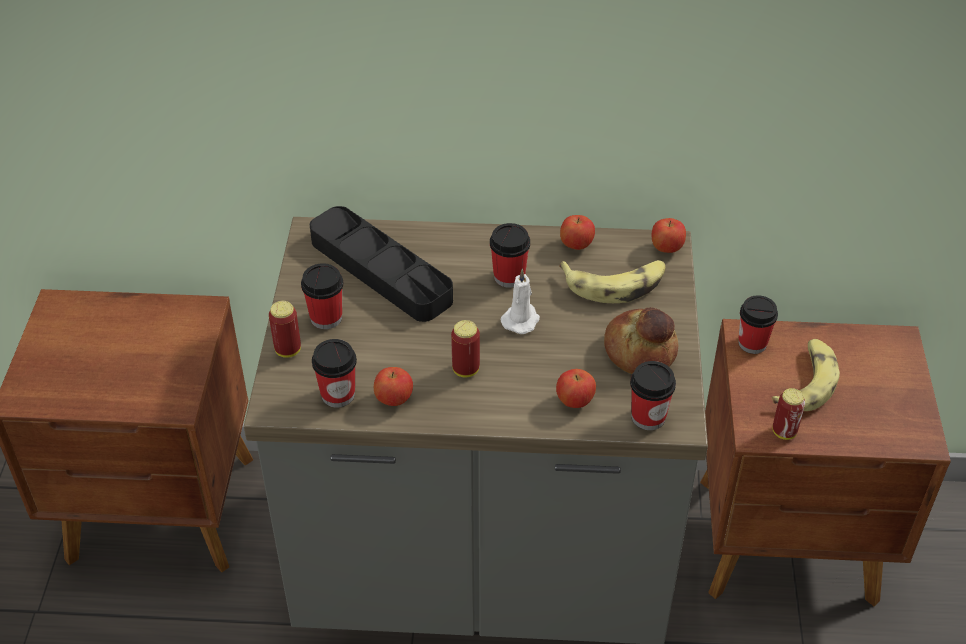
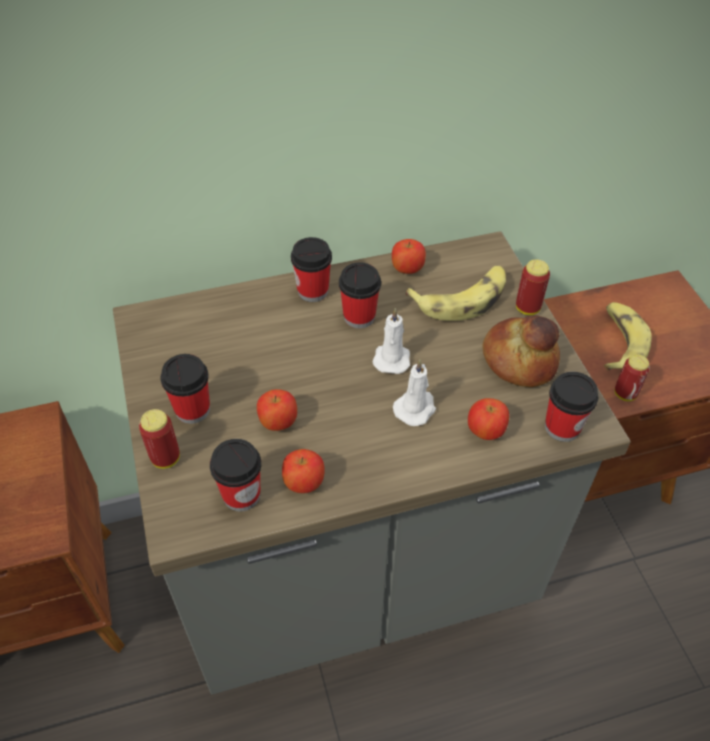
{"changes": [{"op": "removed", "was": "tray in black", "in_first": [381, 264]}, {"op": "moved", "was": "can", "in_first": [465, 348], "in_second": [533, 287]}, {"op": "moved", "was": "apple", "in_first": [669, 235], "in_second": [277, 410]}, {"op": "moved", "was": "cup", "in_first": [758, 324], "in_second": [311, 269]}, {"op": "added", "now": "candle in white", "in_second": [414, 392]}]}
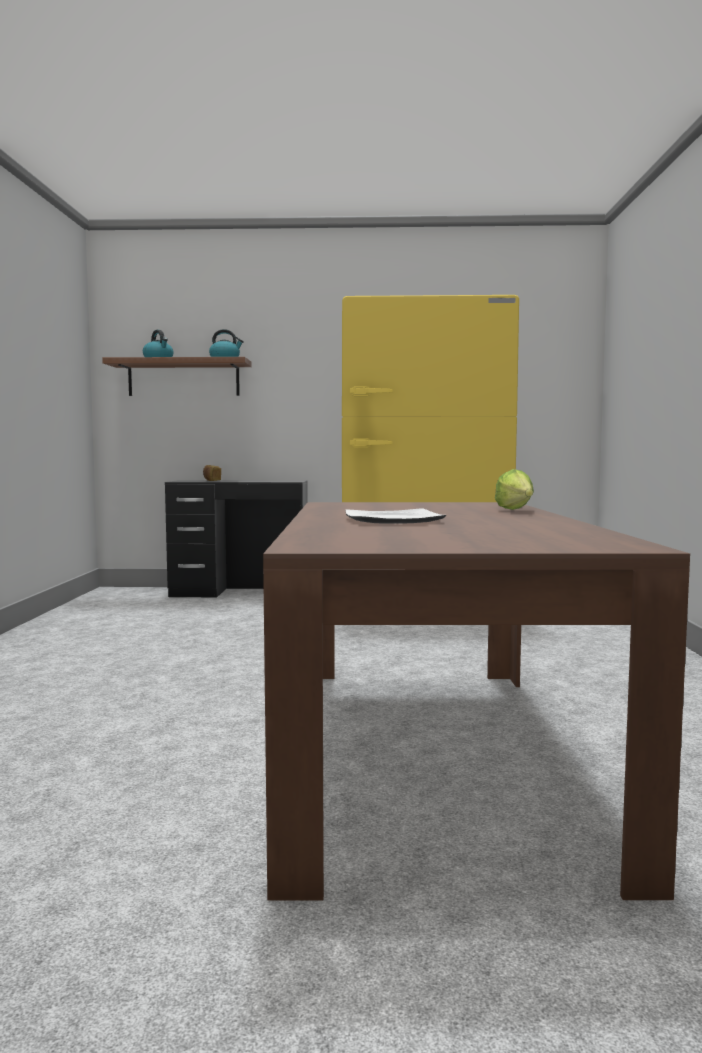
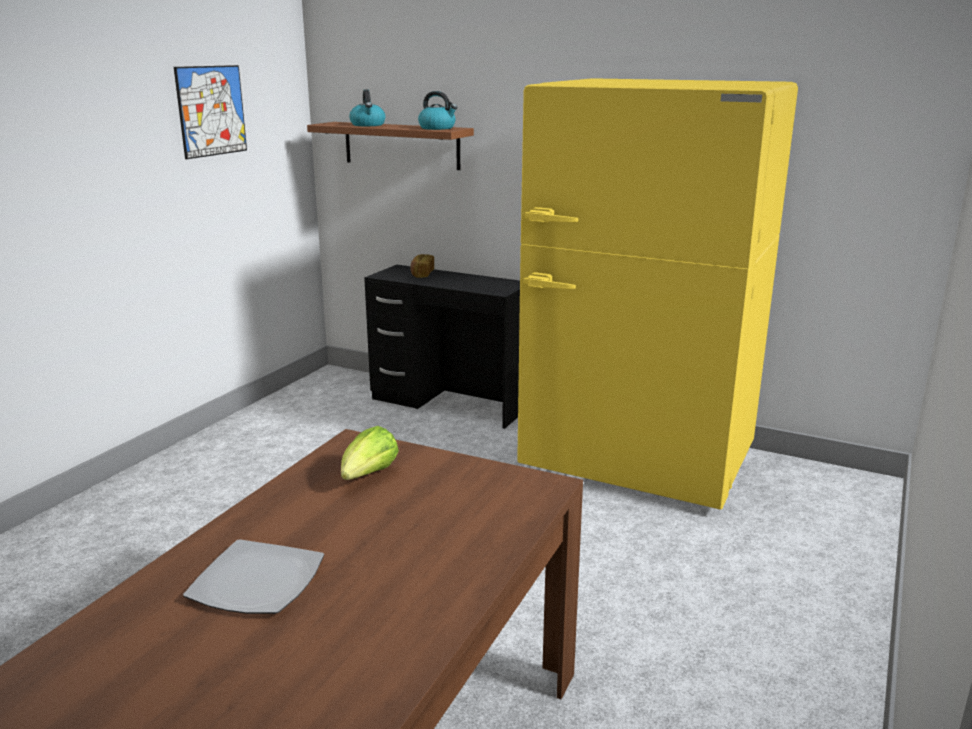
{"changes": [{"op": "moved", "was": "lettuce", "in_first": [514, 489], "in_second": [370, 453]}, {"op": "added", "now": "picture", "in_second": [210, 112]}]}
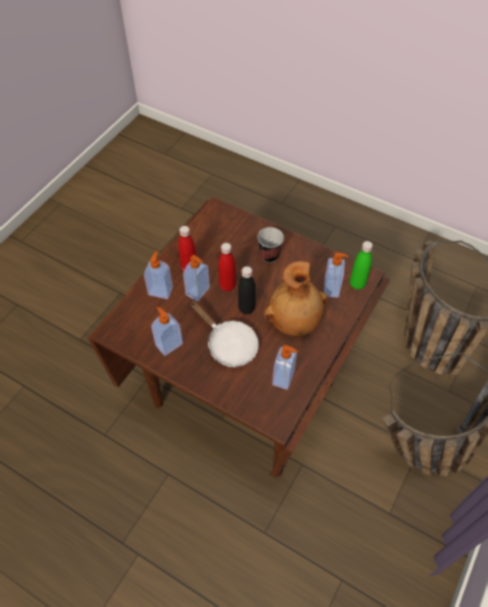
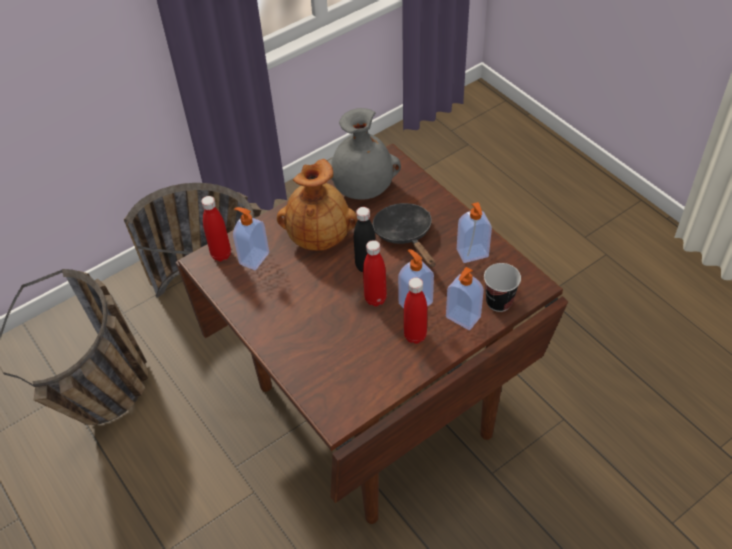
{"changes": [{"op": "recoloured", "was": "frying pan in white", "now": "frying pan in black", "in_first": [224, 334], "in_second": [404, 235]}, {"op": "moved", "was": "cup", "in_first": [270, 245], "in_second": [502, 287]}, {"op": "replaced", "was": "soap dispenser", "now": "vase in grey", "in_first": [285, 367], "in_second": [364, 154]}, {"op": "recoloured", "was": "bottle in green", "now": "bottle in red", "in_first": [361, 265], "in_second": [216, 228]}]}
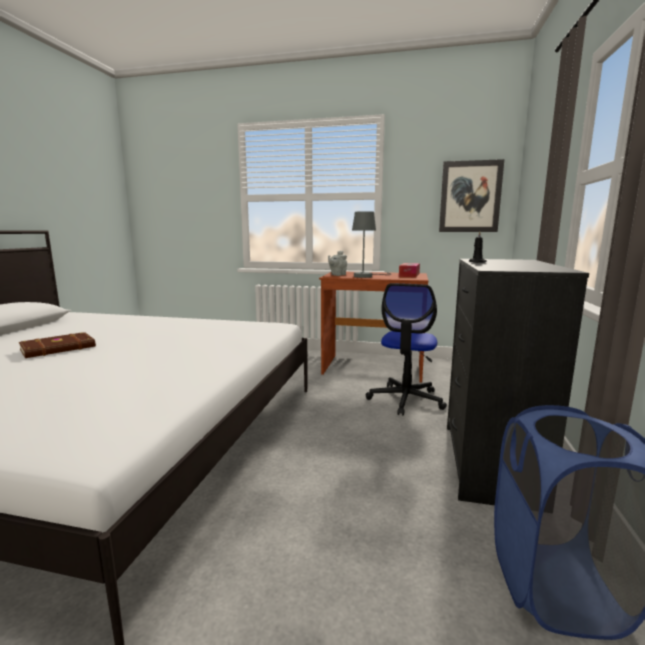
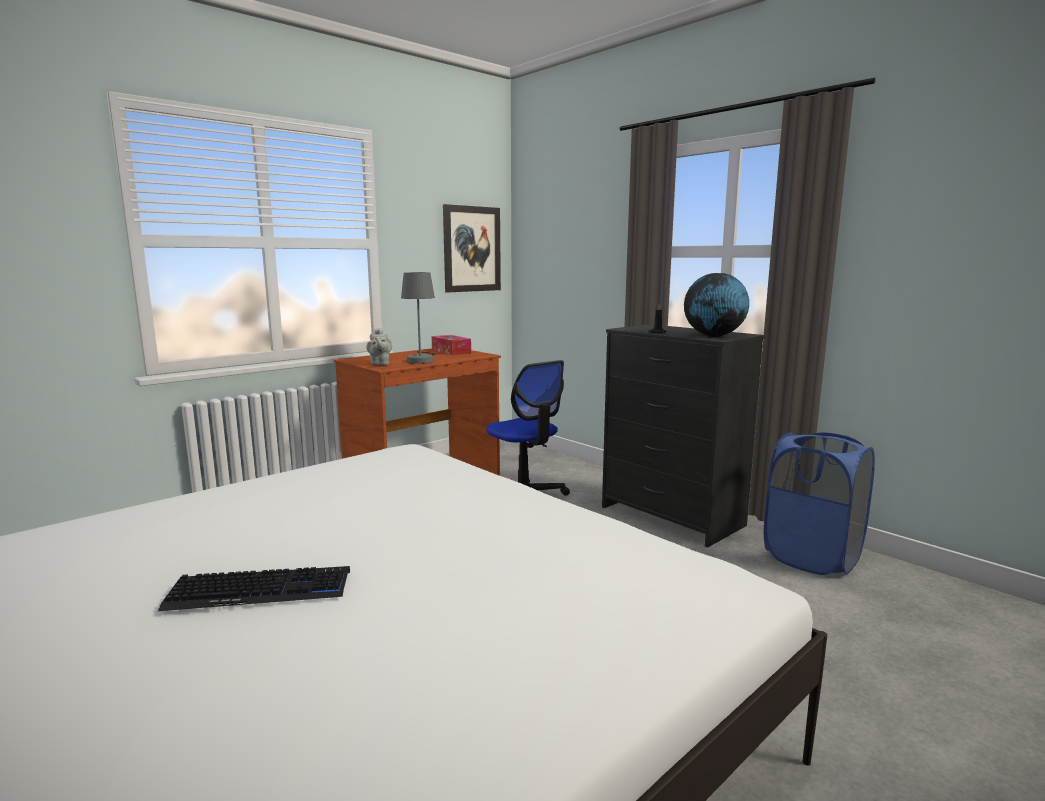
{"changes": [{"op": "replaced", "was": "book in brown", "now": "keyboard", "in_first": [57, 345], "in_second": [254, 588]}, {"op": "added", "now": "globe", "in_second": [716, 305]}]}
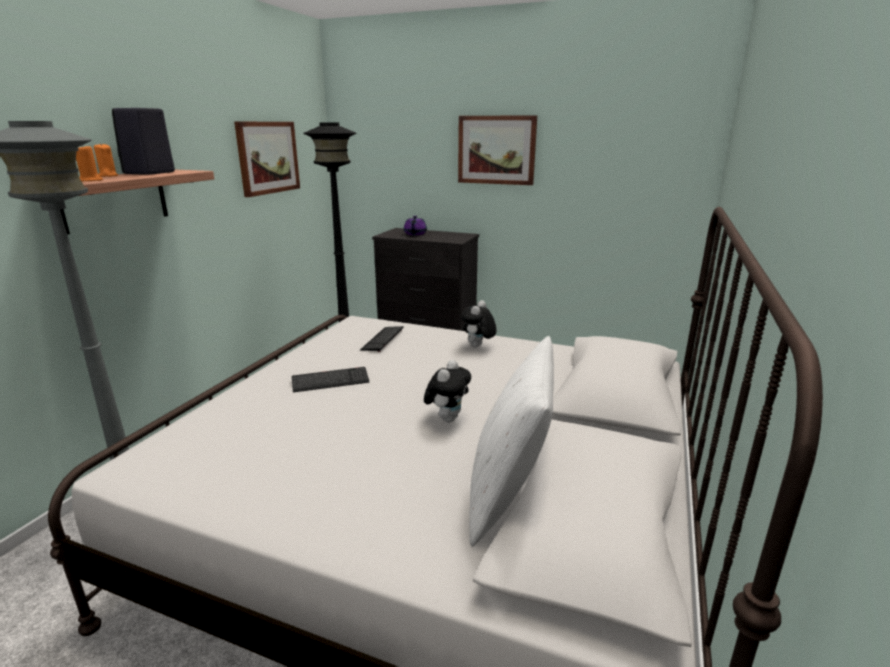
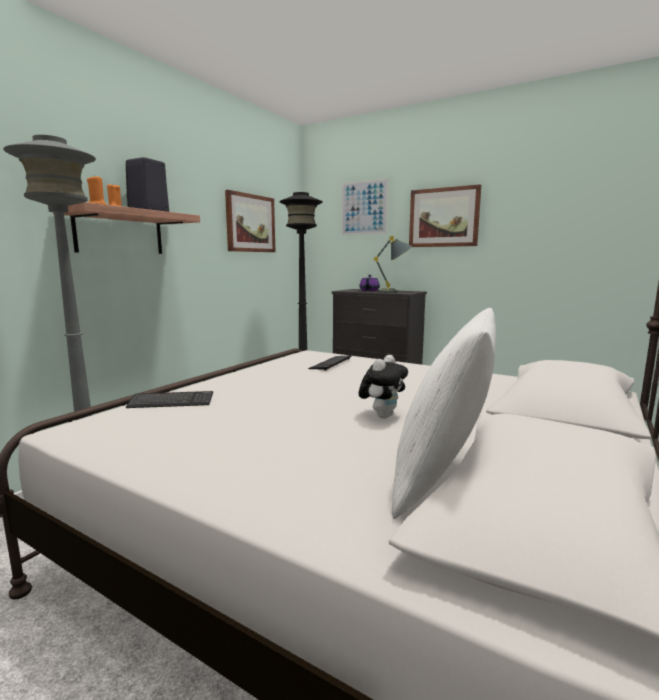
{"changes": [{"op": "moved", "was": "keyboard", "in_first": [330, 379], "in_second": [169, 399]}, {"op": "removed", "was": "plush toy", "in_first": [479, 323]}, {"op": "added", "now": "picture", "in_second": [364, 206]}, {"op": "added", "now": "table lamp in grey", "in_second": [393, 264]}]}
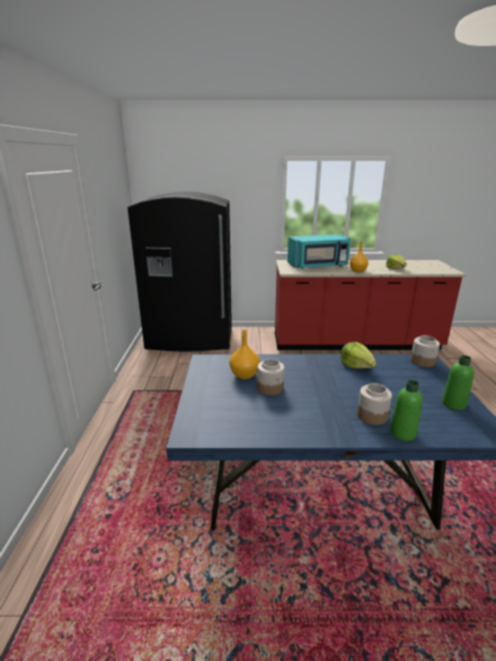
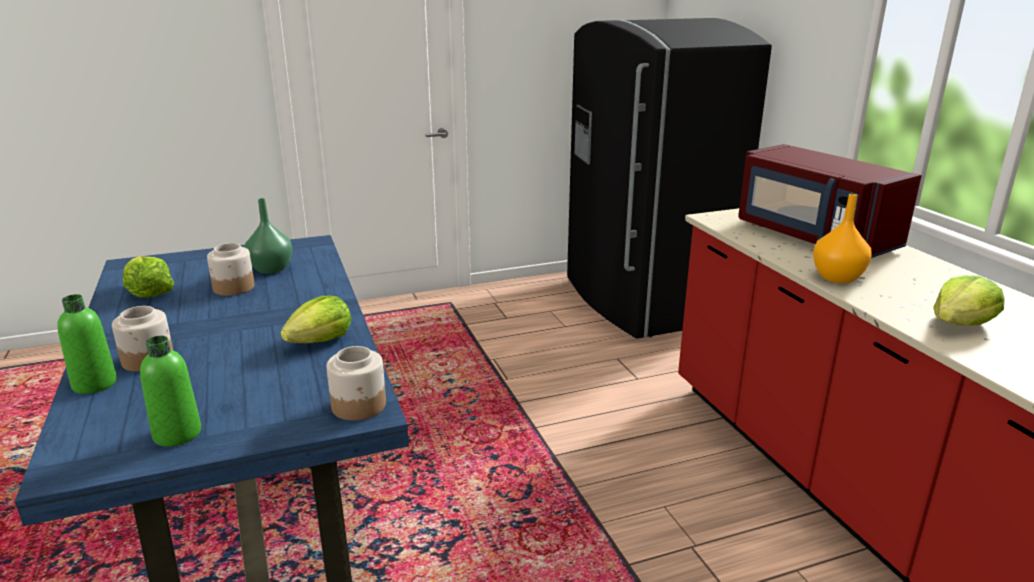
{"changes": [{"op": "recoloured", "was": "vase in orange", "now": "vase in green", "in_first": [244, 354], "in_second": [268, 236]}, {"op": "recoloured", "was": "microwave in turquoise", "now": "microwave in red", "in_first": [319, 251], "in_second": [830, 201]}, {"op": "added", "now": "lettuce", "in_second": [148, 277]}]}
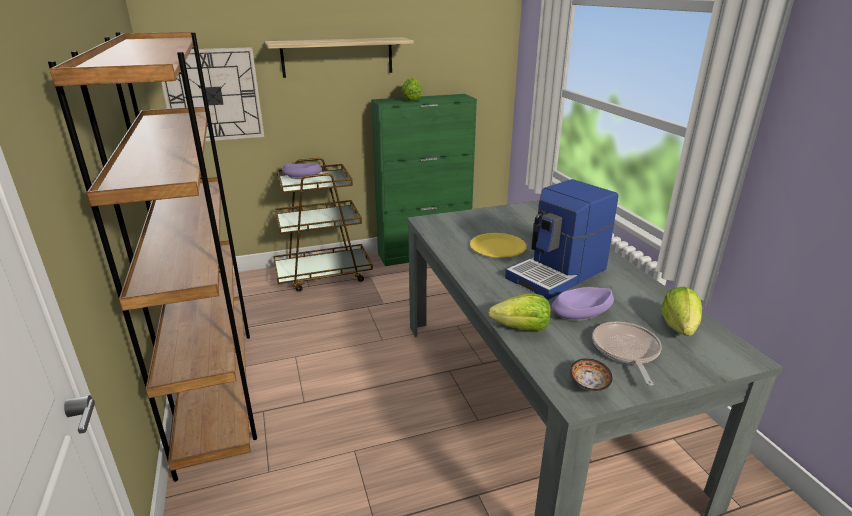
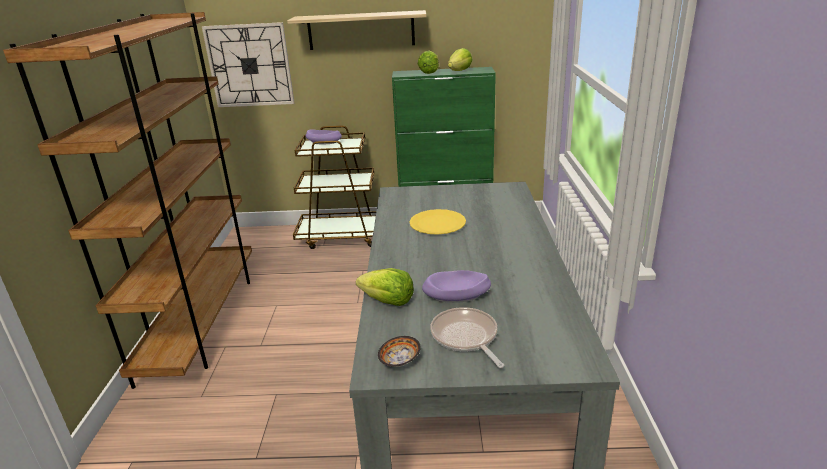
{"changes": [{"op": "removed", "was": "coffee machine", "in_first": [561, 239]}, {"op": "turned", "was": "frying pan", "in_first": [627, 354], "in_second": [467, 337], "clockwise": -45}, {"op": "moved", "was": "lettuce", "in_first": [681, 311], "in_second": [460, 59]}]}
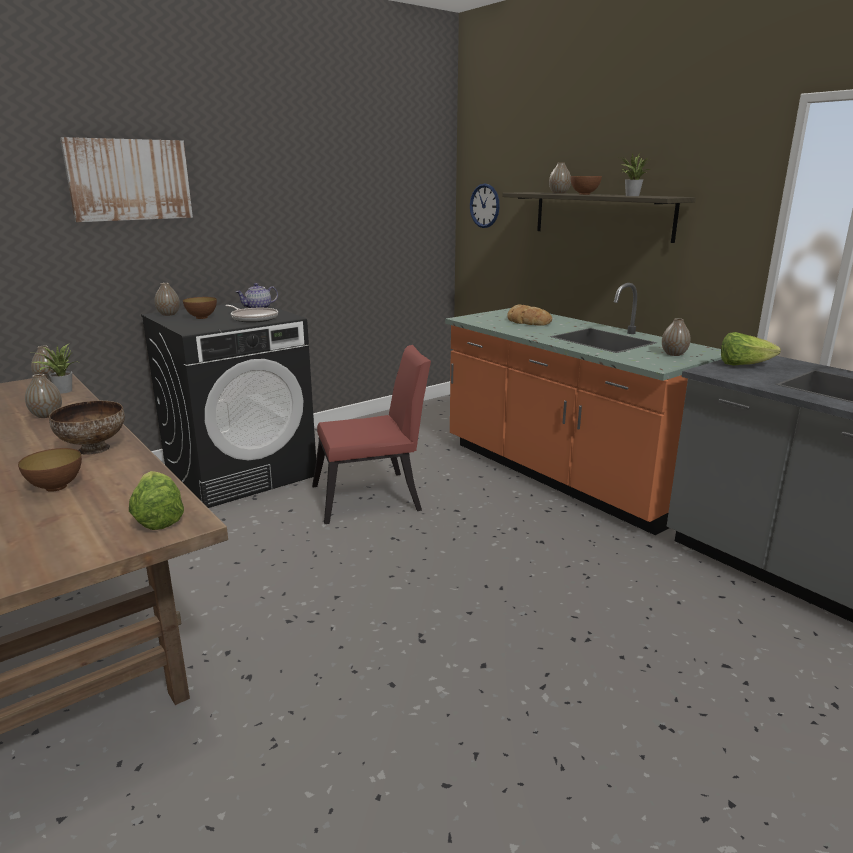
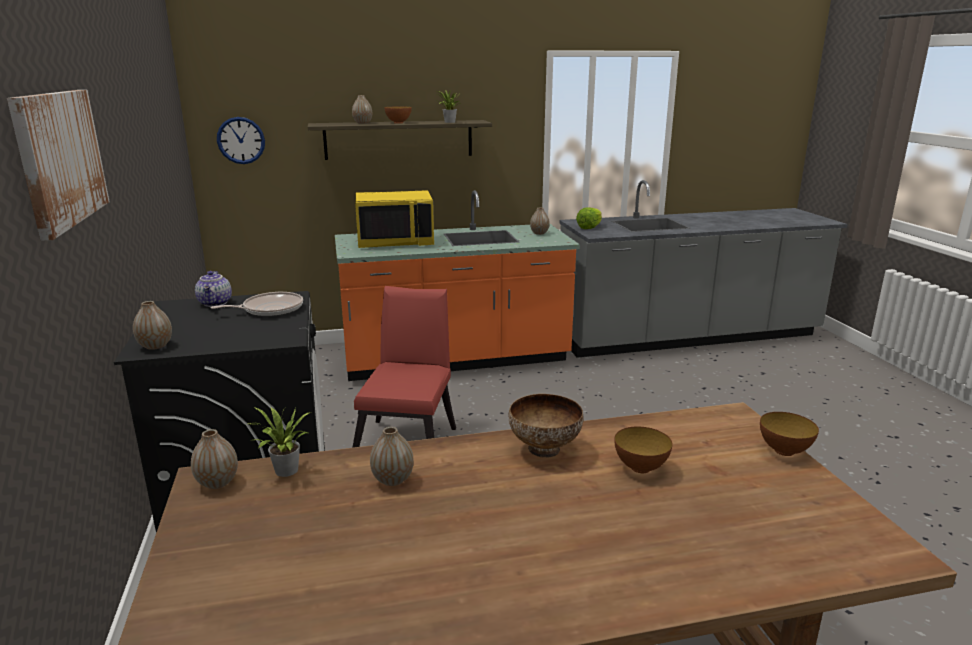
{"changes": [{"op": "removed", "was": "lettuce", "in_first": [156, 500]}, {"op": "moved", "was": "bowl", "in_first": [200, 308], "in_second": [789, 434]}, {"op": "replaced", "was": "bread", "now": "microwave in yellow", "in_first": [529, 315], "in_second": [394, 219]}]}
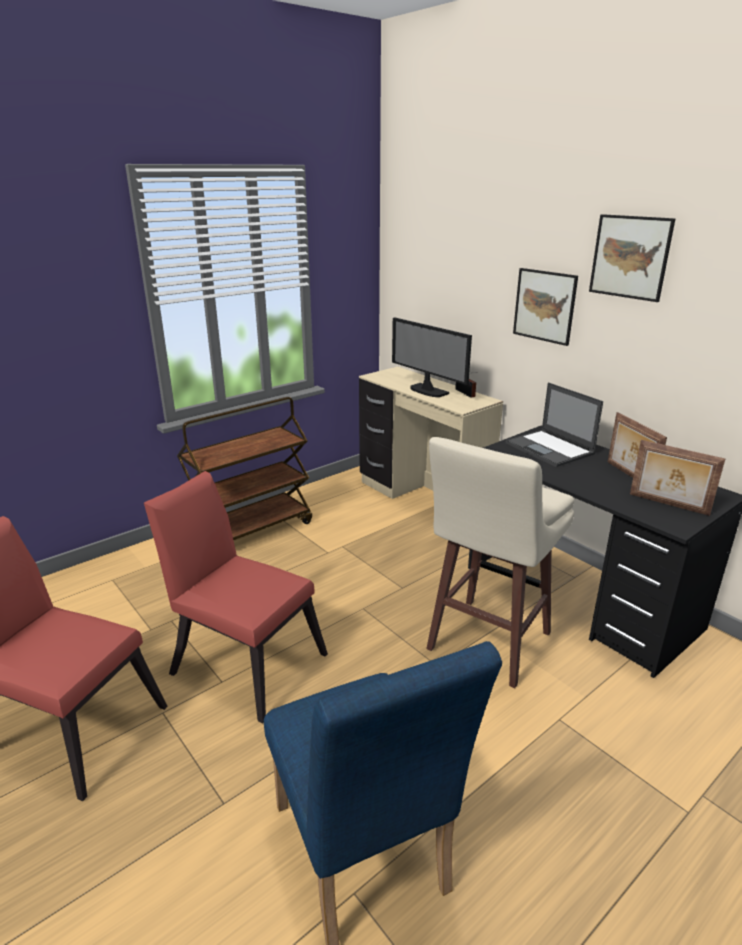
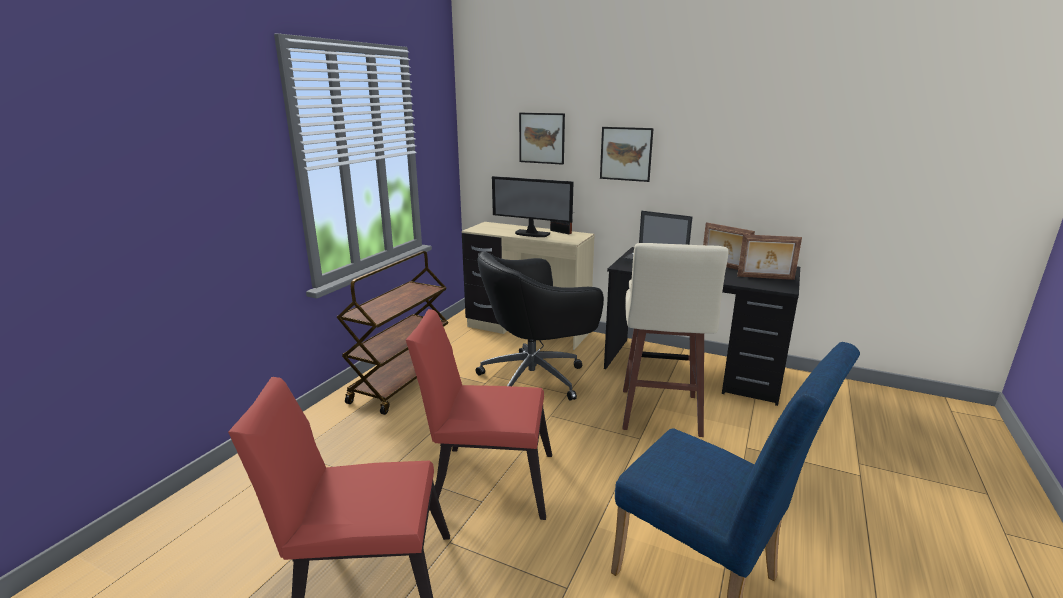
{"changes": [{"op": "moved", "was": "picture", "in_first": [632, 258], "in_second": [542, 139]}, {"op": "added", "now": "office chair in black", "in_second": [540, 326]}]}
